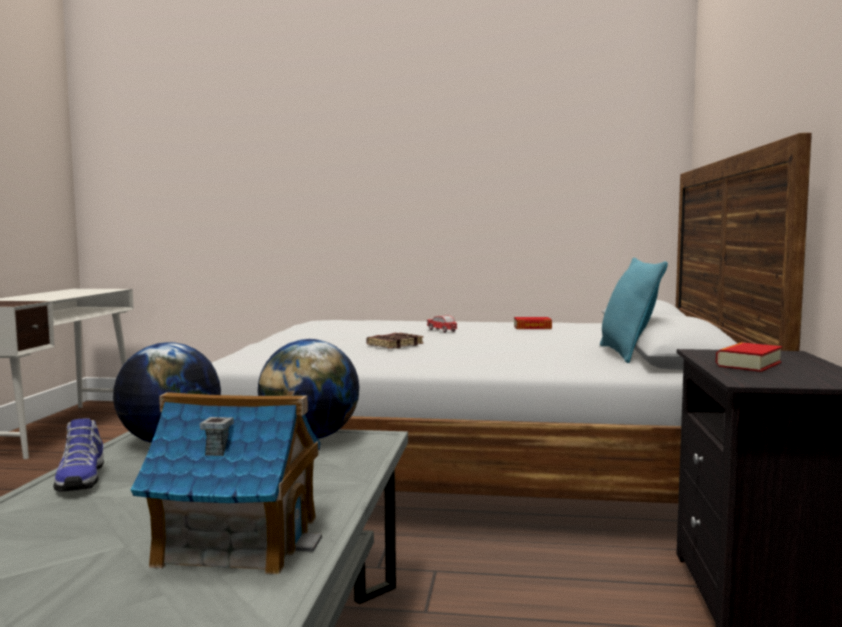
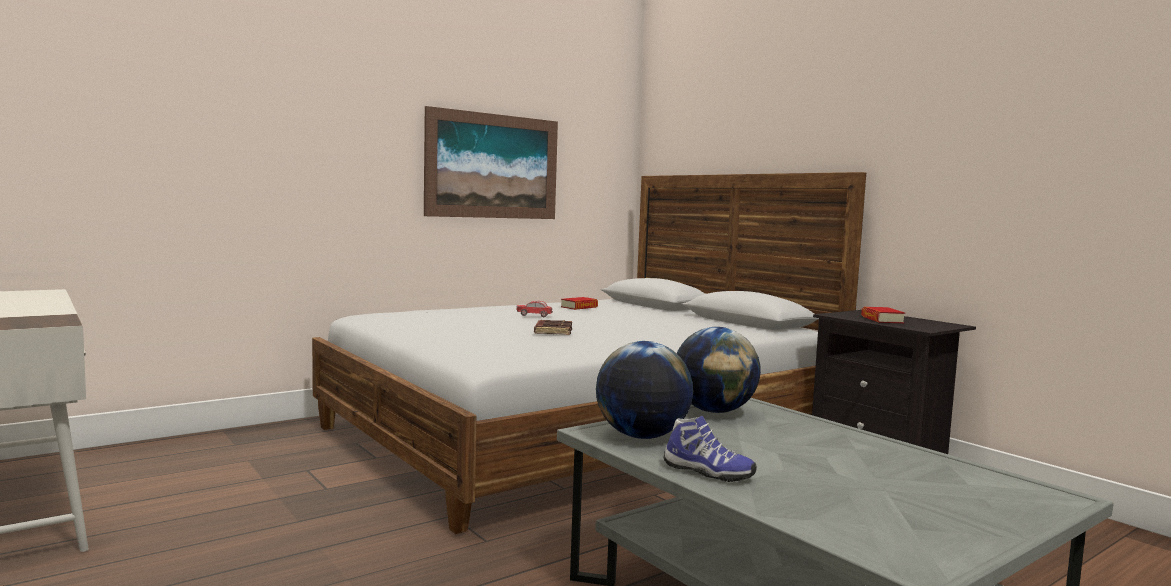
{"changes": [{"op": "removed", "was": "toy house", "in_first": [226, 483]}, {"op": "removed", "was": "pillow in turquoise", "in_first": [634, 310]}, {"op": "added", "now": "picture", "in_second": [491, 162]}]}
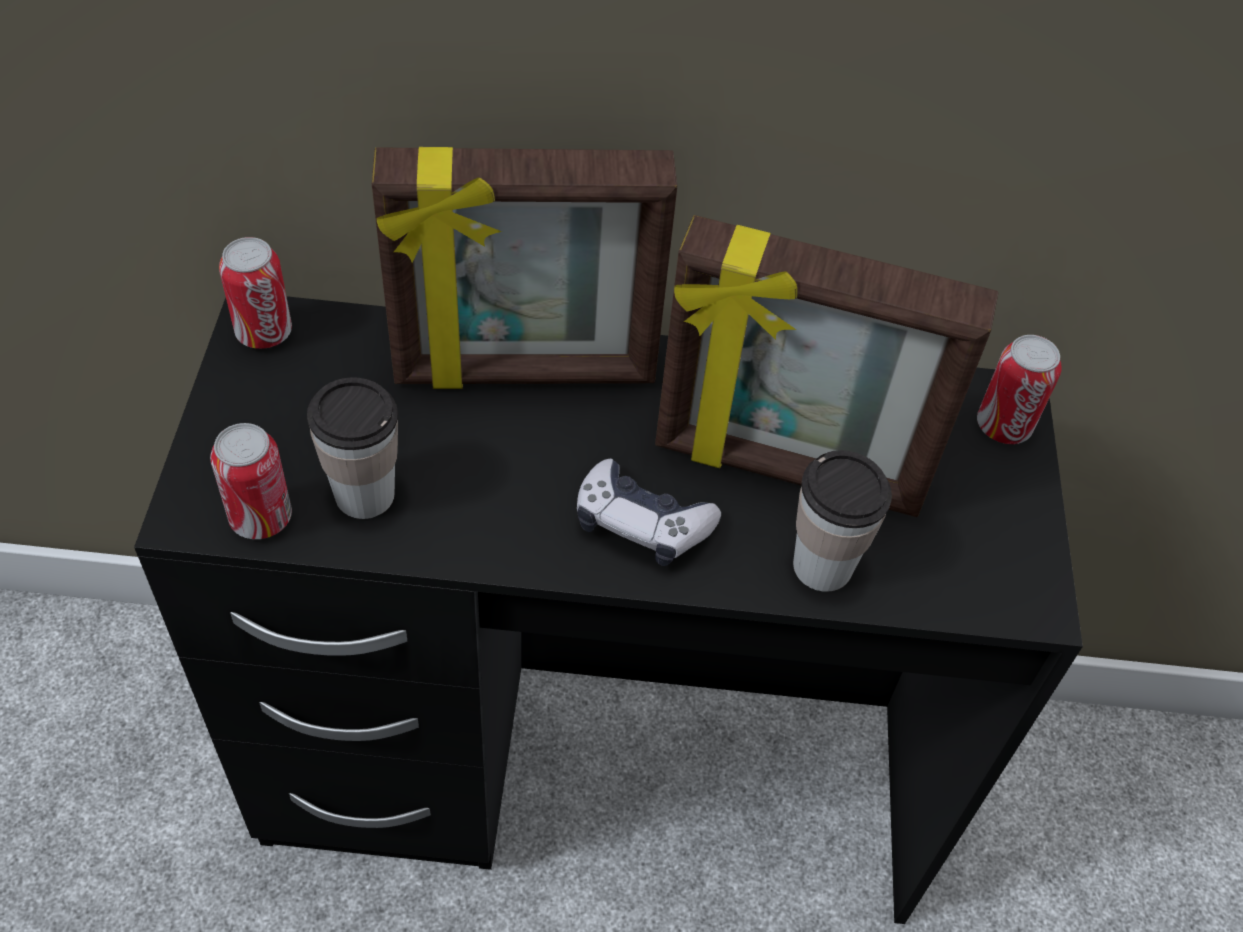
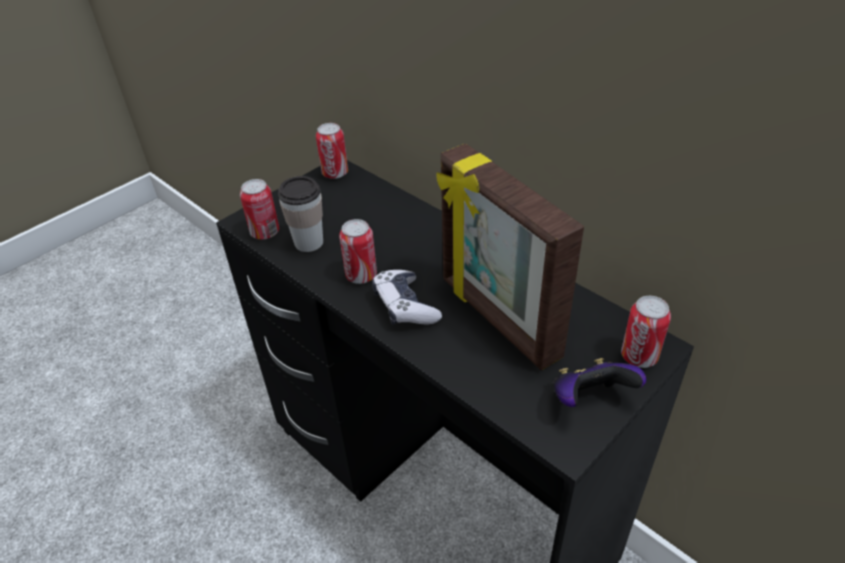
{"changes": [{"op": "removed", "was": "picture frame", "in_first": [524, 268]}, {"op": "removed", "was": "cup", "in_first": [842, 521]}, {"op": "added", "now": "can", "in_second": [358, 251]}, {"op": "added", "now": "game controller", "in_second": [599, 382]}]}
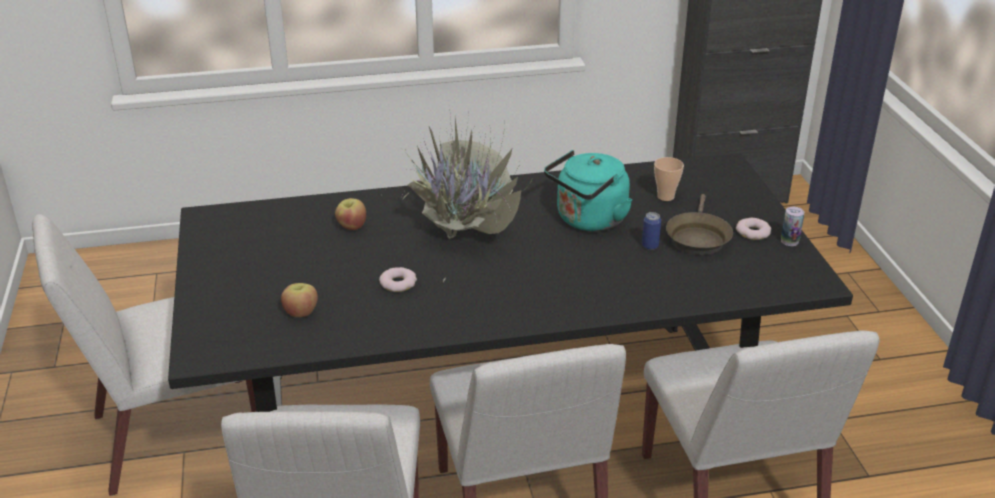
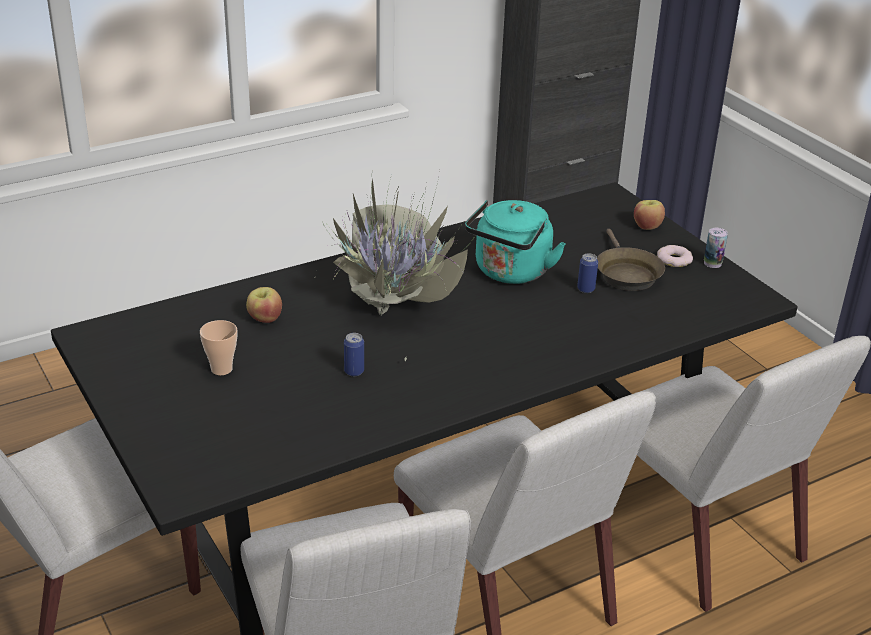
{"changes": [{"op": "moved", "was": "apple", "in_first": [299, 300], "in_second": [649, 215]}, {"op": "replaced", "was": "donut", "now": "can", "in_first": [398, 279], "in_second": [354, 354]}, {"op": "moved", "was": "cup", "in_first": [669, 179], "in_second": [218, 347]}]}
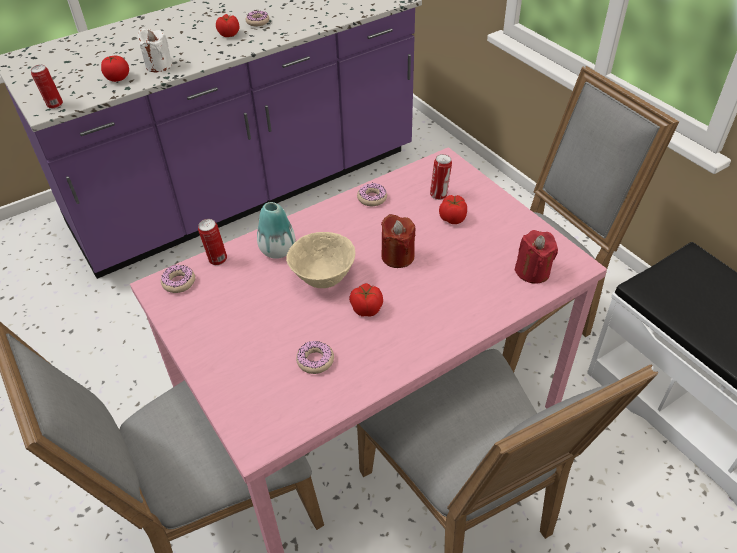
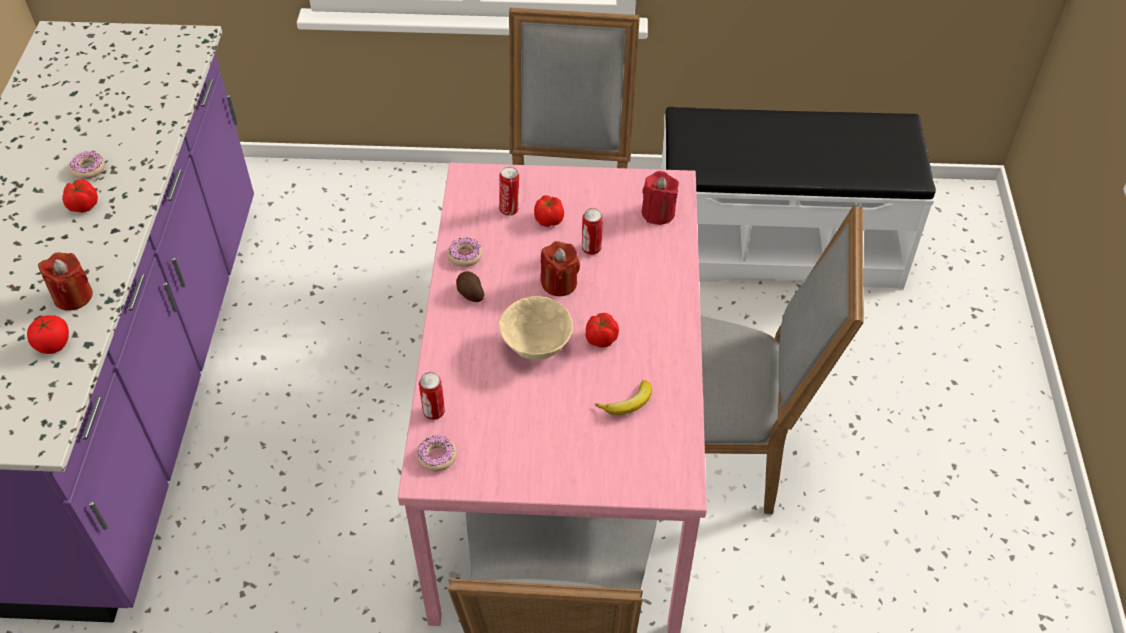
{"changes": [{"op": "moved", "was": "can", "in_first": [47, 87], "in_second": [592, 231]}, {"op": "recoloured", "was": "candle in white", "now": "candle in red", "in_first": [155, 50], "in_second": [65, 282]}, {"op": "removed", "was": "vase", "in_first": [276, 230]}, {"op": "replaced", "was": "donut", "now": "banana", "in_first": [315, 357], "in_second": [623, 397]}, {"op": "added", "now": "potato", "in_second": [470, 286]}]}
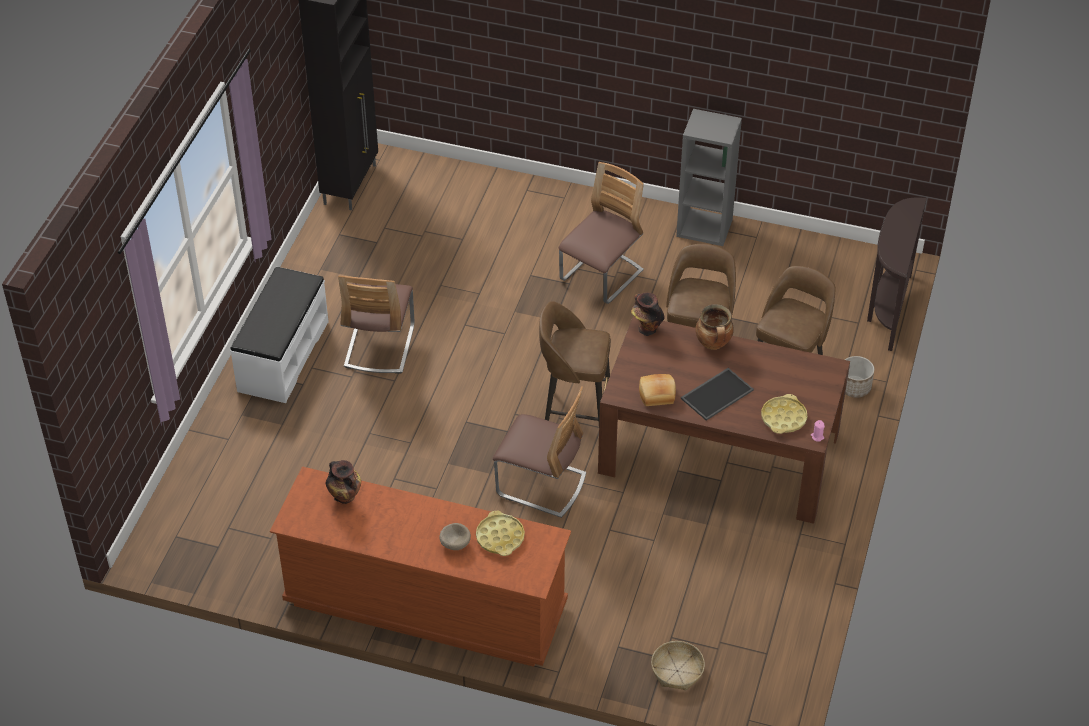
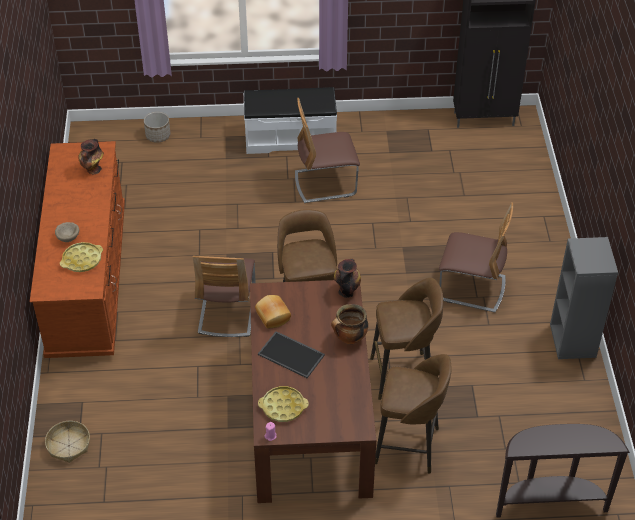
{"changes": [{"op": "moved", "was": "planter", "in_first": [859, 377], "in_second": [157, 127]}]}
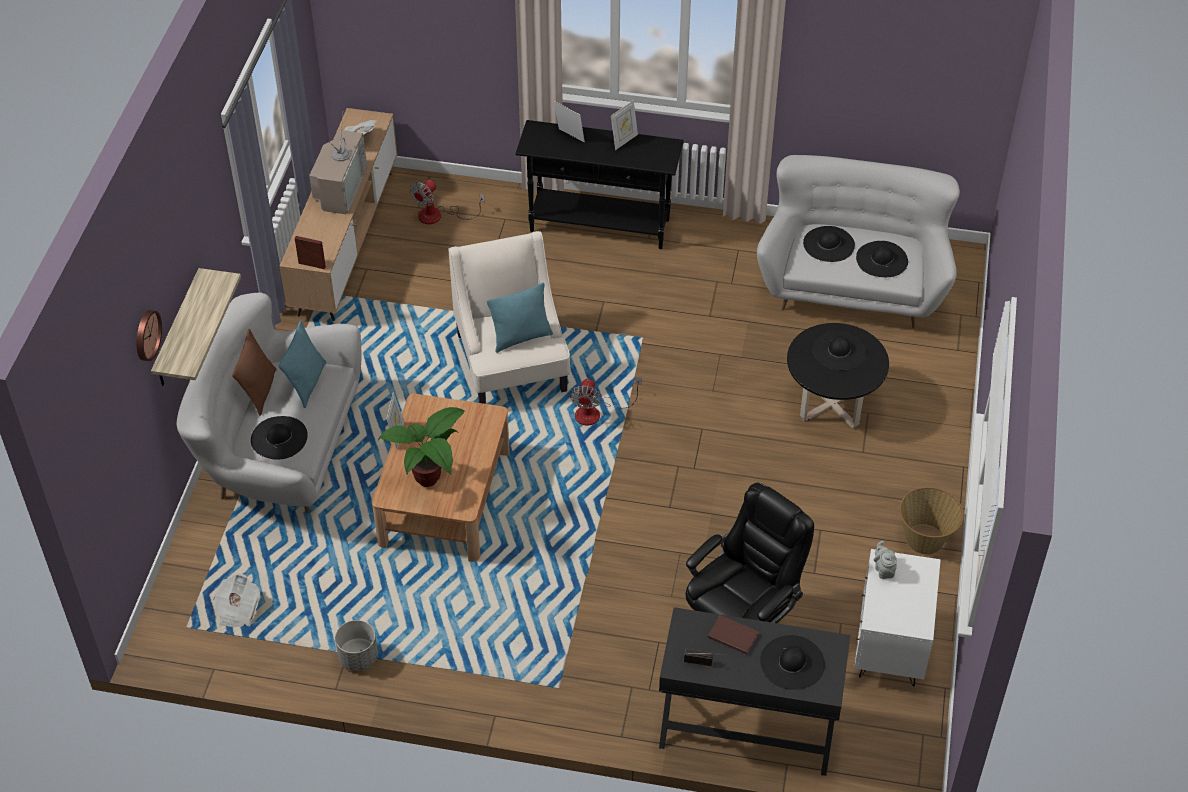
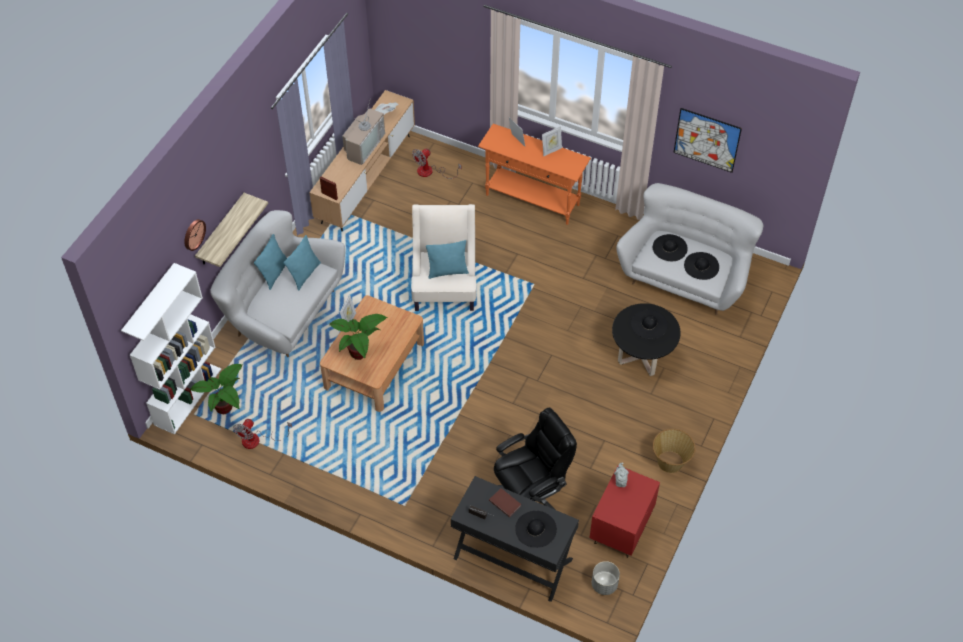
{"changes": [{"op": "replaced", "was": "newspaper", "now": "potted plant", "in_first": [237, 601], "in_second": [216, 389]}, {"op": "recoloured", "was": "pillow in brown", "now": "pillow in turquoise", "in_first": [254, 372], "in_second": [270, 262]}, {"op": "removed", "was": "hat in black", "in_first": [279, 438]}, {"op": "moved", "was": "planter in grey", "in_first": [356, 645], "in_second": [606, 578]}, {"op": "recoloured", "was": "console table in black", "now": "console table in orange", "in_first": [599, 184], "in_second": [534, 174]}, {"op": "moved", "was": "fan", "in_first": [606, 401], "in_second": [262, 434]}, {"op": "recoloured", "was": "nightstand in white", "now": "nightstand in red", "in_first": [897, 617], "in_second": [625, 511]}, {"op": "added", "now": "bookcase in white", "in_second": [171, 349]}, {"op": "added", "now": "picture", "in_second": [707, 140]}]}
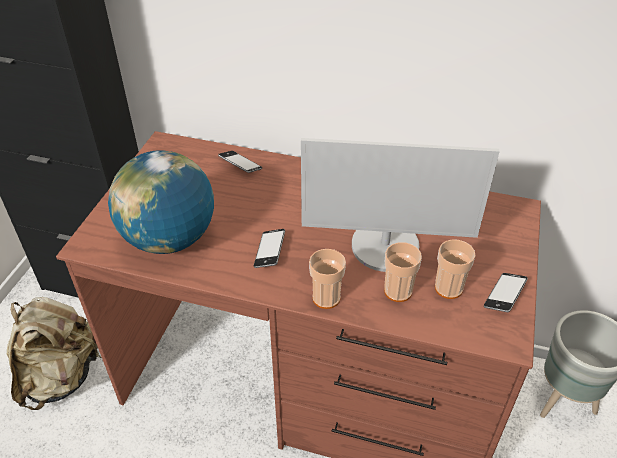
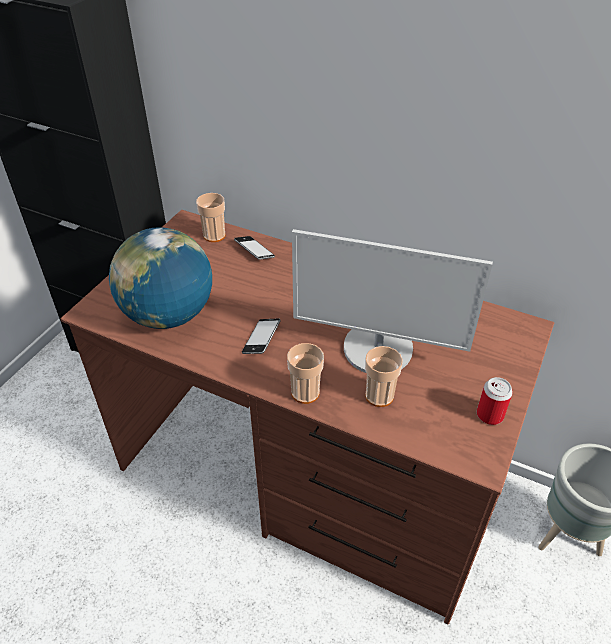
{"changes": [{"op": "removed", "was": "backpack in beige", "in_first": [54, 353]}, {"op": "moved", "was": "cup", "in_first": [455, 269], "in_second": [210, 217]}, {"op": "replaced", "was": "phone", "now": "can", "in_first": [506, 292], "in_second": [495, 401]}]}
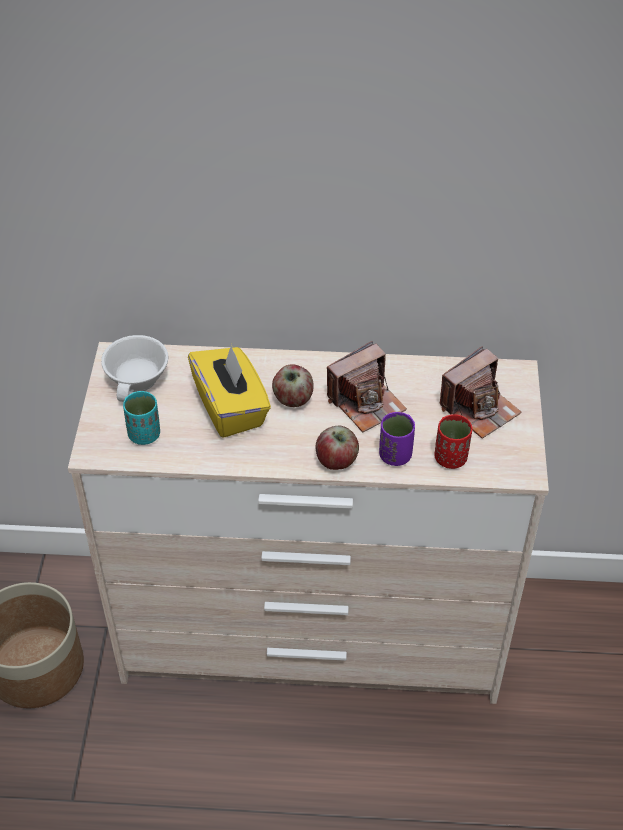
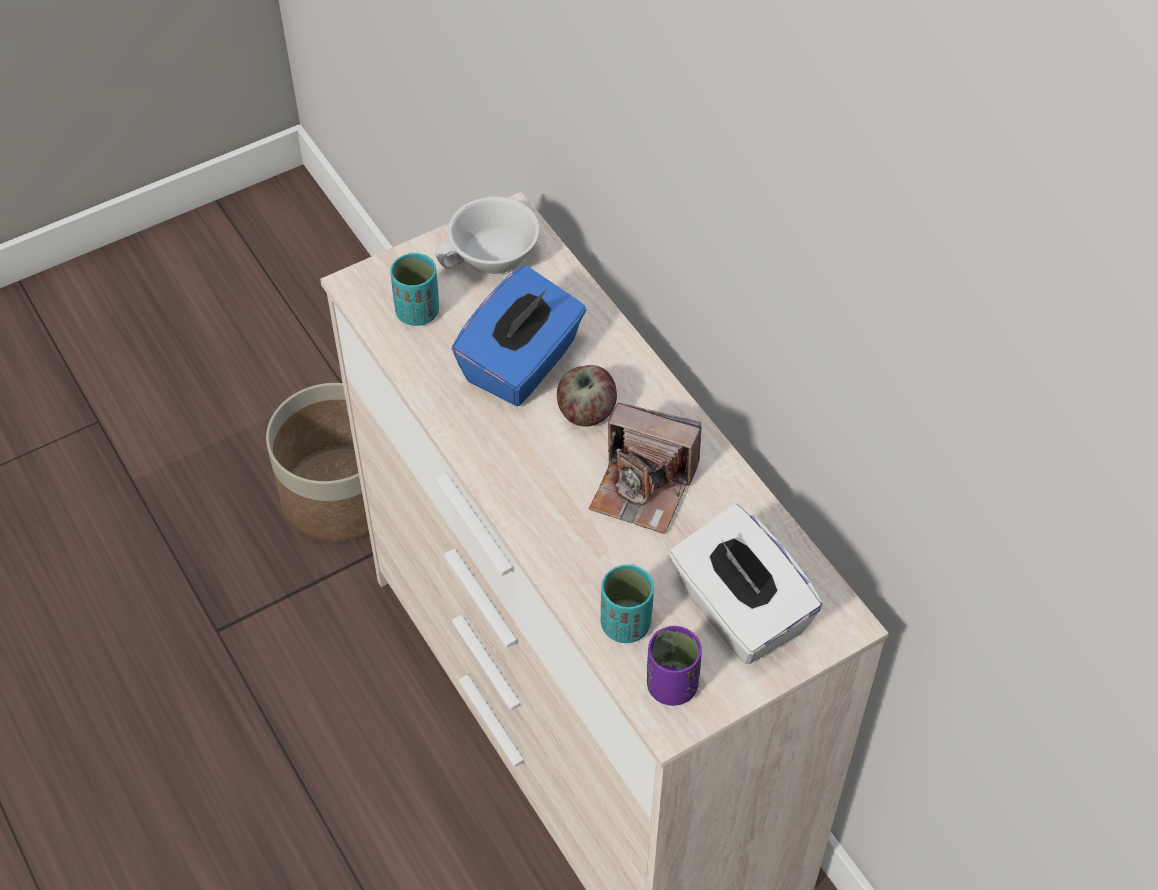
{"changes": [{"op": "recoloured", "was": "tissue box in yellow", "now": "tissue box in blue", "in_first": [229, 391], "in_second": [519, 335]}, {"op": "removed", "was": "apple", "in_first": [337, 448]}, {"op": "moved", "was": "cup in purple", "in_first": [397, 439], "in_second": [674, 666]}, {"op": "recoloured", "was": "cup in red", "now": "cup in turquoise", "in_first": [453, 441], "in_second": [627, 603]}, {"op": "replaced", "was": "photo camera", "now": "tissue box in white", "in_first": [480, 392], "in_second": [746, 584]}]}
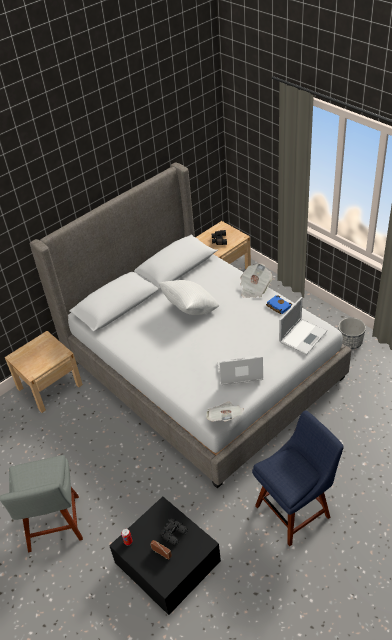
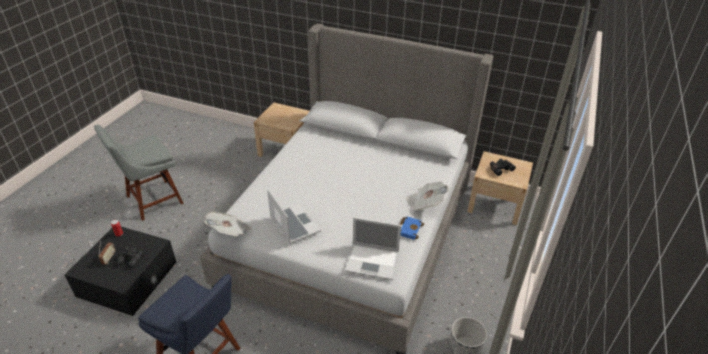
{"changes": [{"op": "removed", "was": "pillow in white", "in_first": [189, 297]}]}
